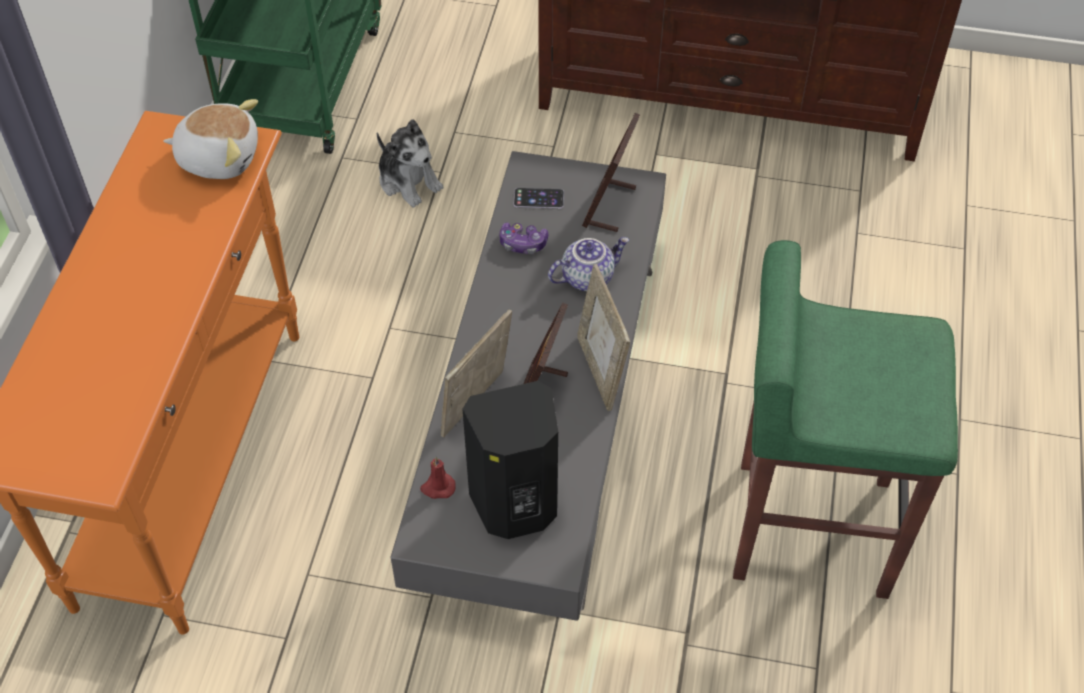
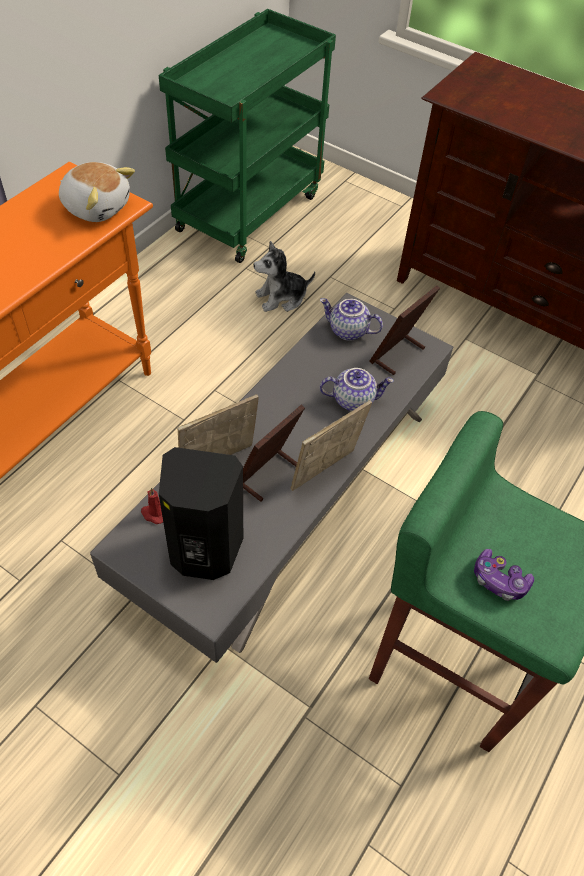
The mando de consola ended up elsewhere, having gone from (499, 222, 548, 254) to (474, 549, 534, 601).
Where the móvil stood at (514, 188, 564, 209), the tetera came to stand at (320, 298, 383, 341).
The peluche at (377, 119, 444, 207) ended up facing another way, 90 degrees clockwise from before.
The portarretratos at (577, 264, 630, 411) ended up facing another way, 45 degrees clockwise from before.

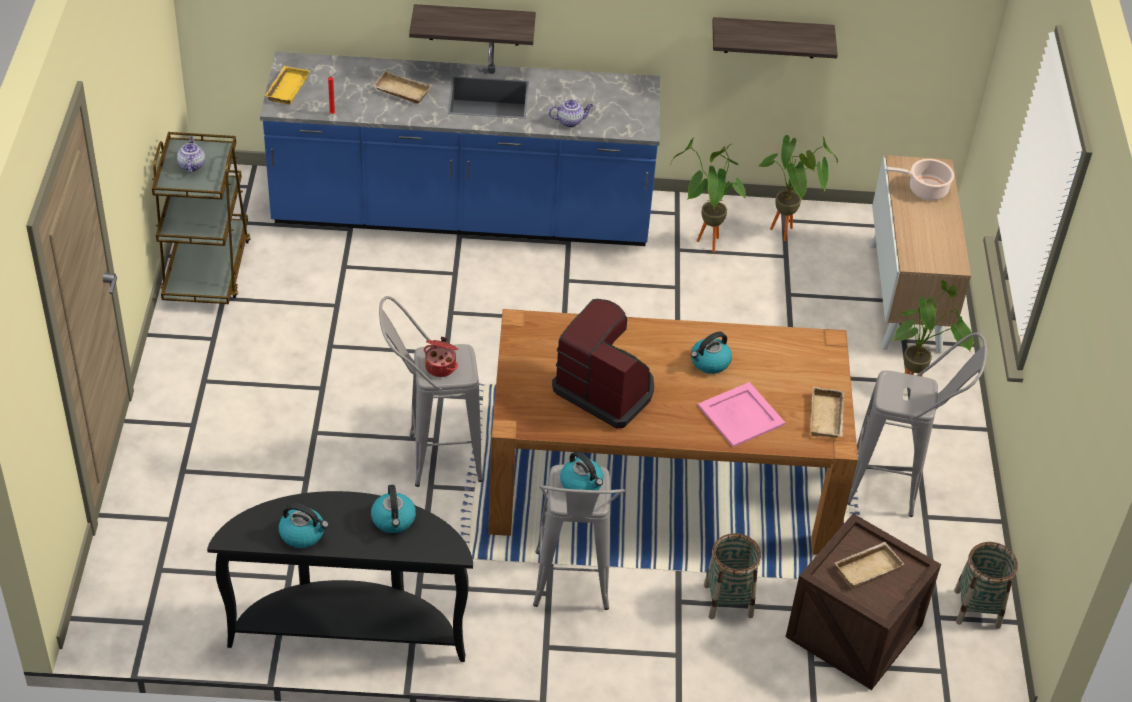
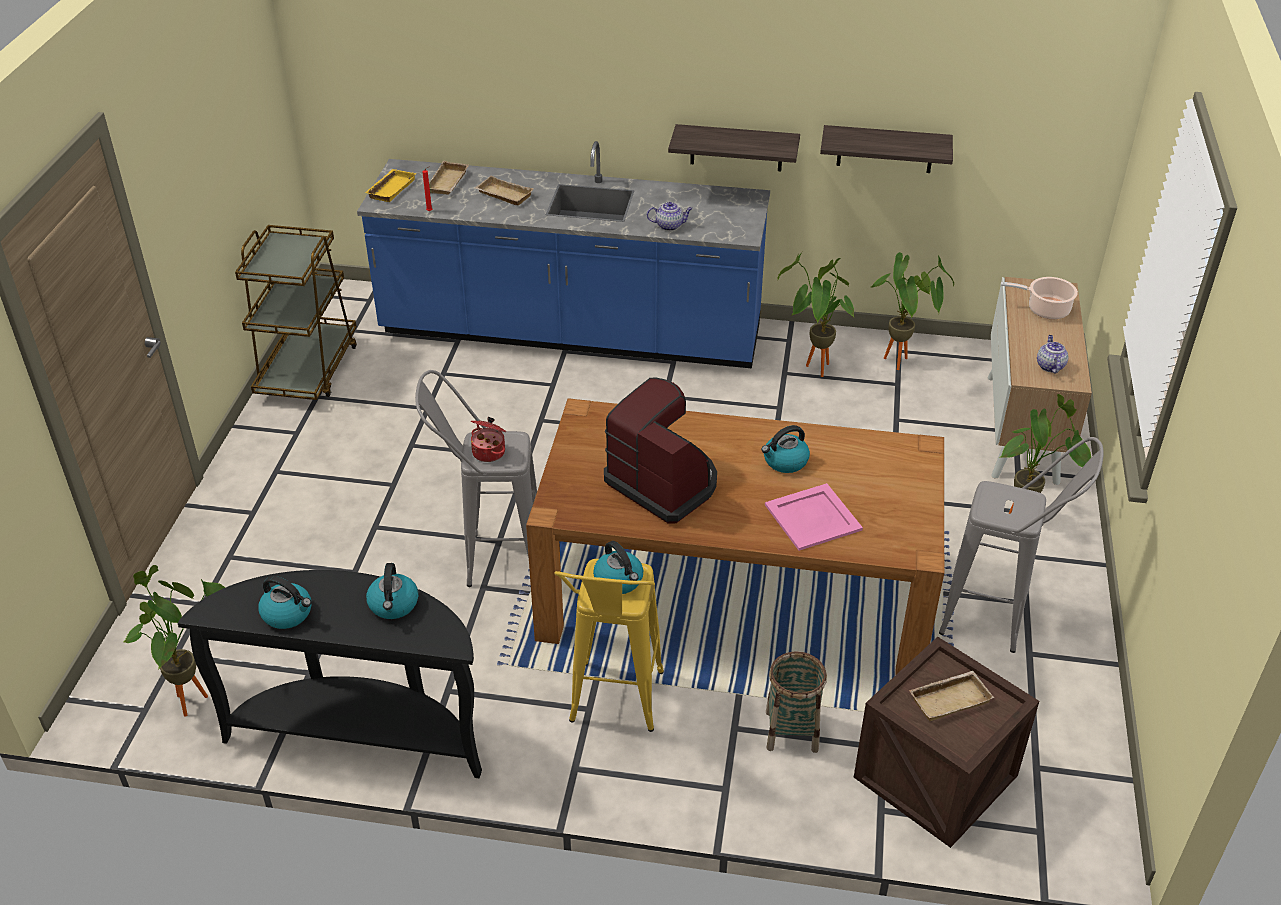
The second view lost the cesta at (954, 542, 1018, 629).
The second view gained the planta en maceta at (124, 565, 225, 717).
The tetera ended up elsewhere, having gone from (177, 136, 205, 173) to (1037, 335, 1068, 374).
The estante ended up elsewhere, having gone from (409, 4, 536, 46) to (668, 124, 800, 171).
The bandeja (beis) ended up elsewhere, having gone from (810, 386, 844, 437) to (429, 161, 469, 195).
What was the taburete (gris) at (533, 465, 625, 610) turned into the taburete (amarillo) at (554, 559, 664, 732).

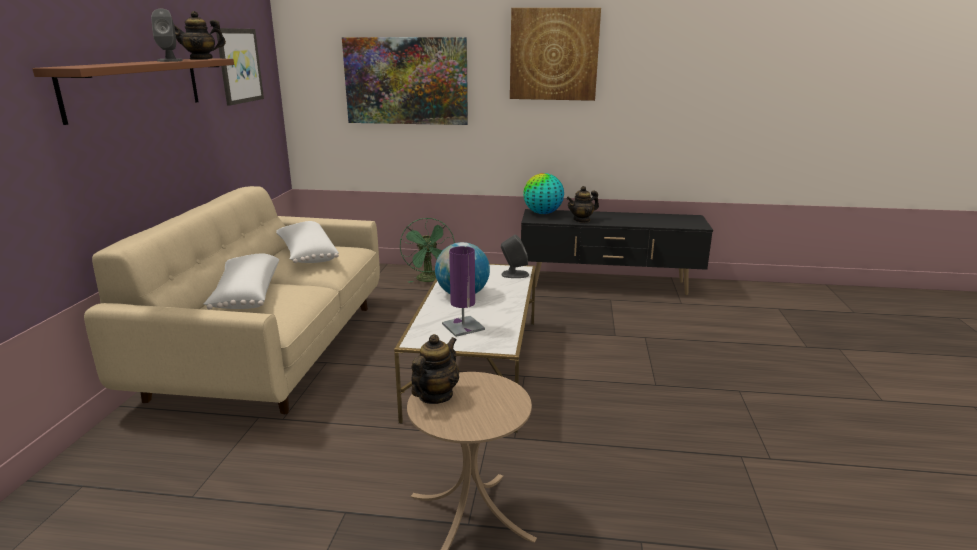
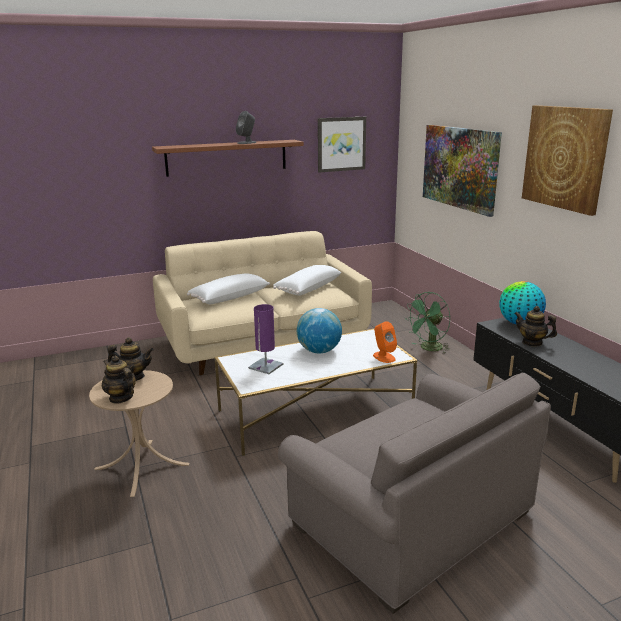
The second view gained the sillón (gris) at (278, 372, 551, 614).
The tetera ended up elsewhere, having gone from (174, 11, 226, 60) to (102, 356, 136, 404).
What was the altavoz (gris) at (501, 235, 529, 278) turned into the altavoz (naranja) at (373, 321, 397, 363).

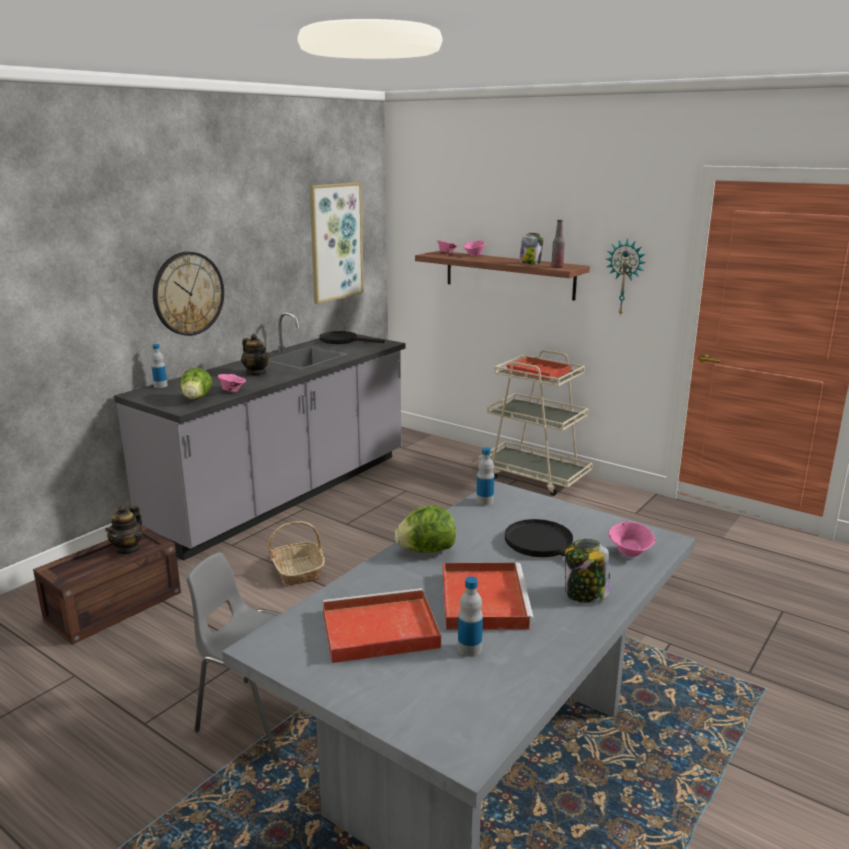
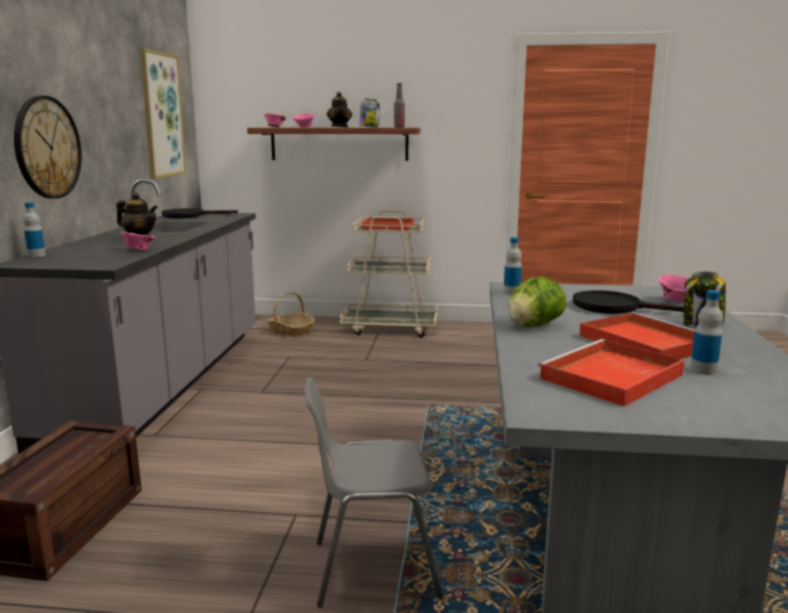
The second view lost the lechuga at (180, 368, 212, 399).
The second view lost the reloj de pared at (606, 238, 646, 317).
The tetera ended up elsewhere, having gone from (105, 505, 143, 555) to (327, 92, 352, 127).
The cesta ended up elsewhere, having gone from (268, 521, 325, 586) to (267, 292, 315, 337).

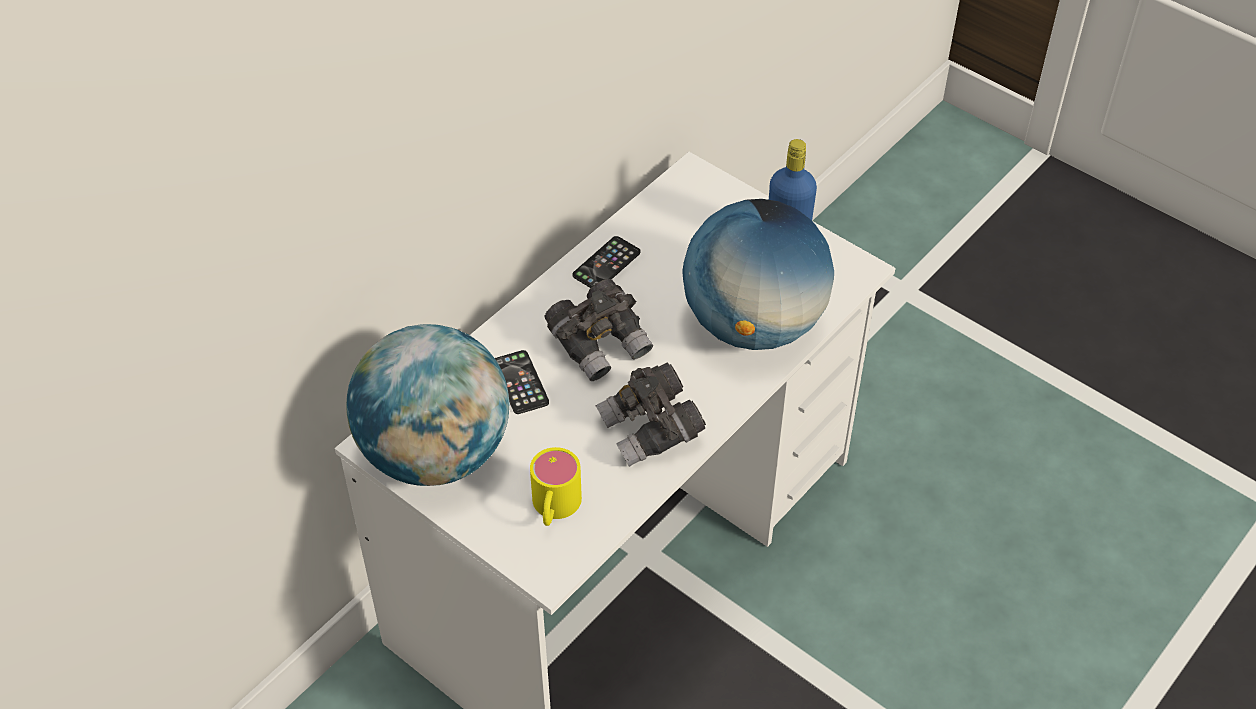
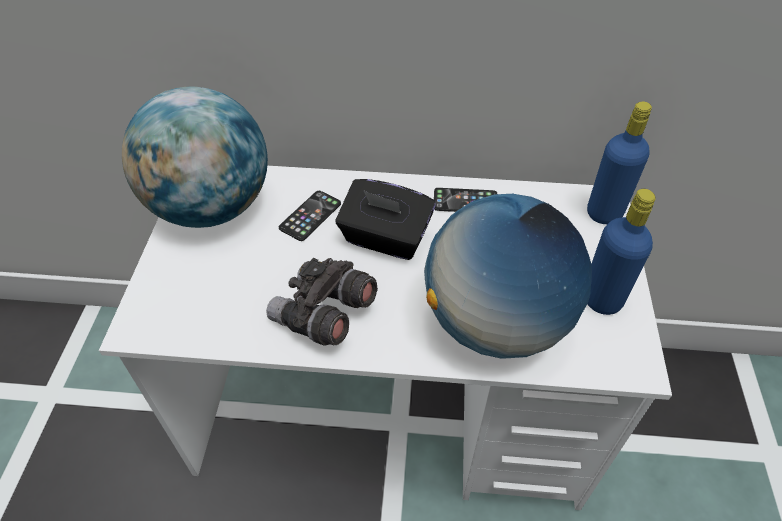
The second view lost the taza grande (amarillo) at (530, 447, 582, 526).
The second view gained the botella (azul) at (587, 102, 652, 224).
Where the prismáticos (gris) stood at (544, 279, 653, 381), the caja de pañuelos (negro) came to stand at (335, 179, 436, 260).

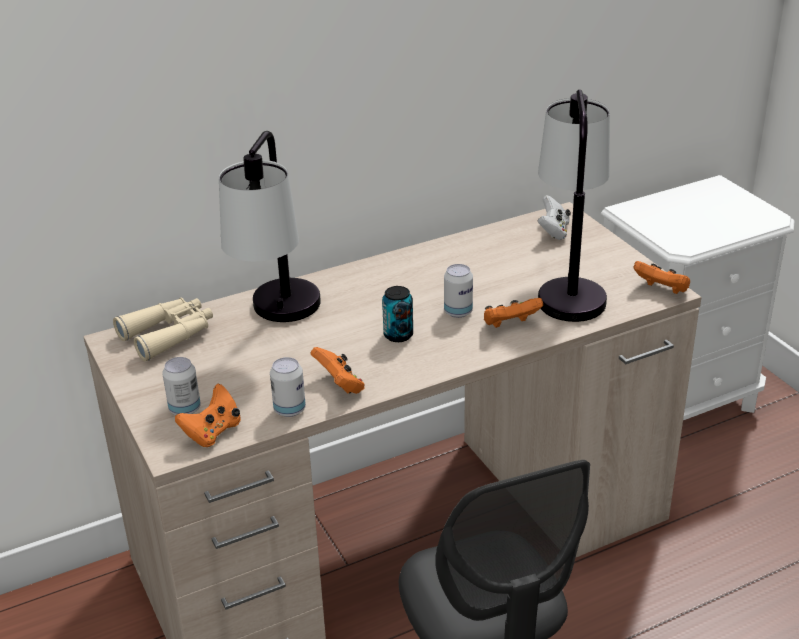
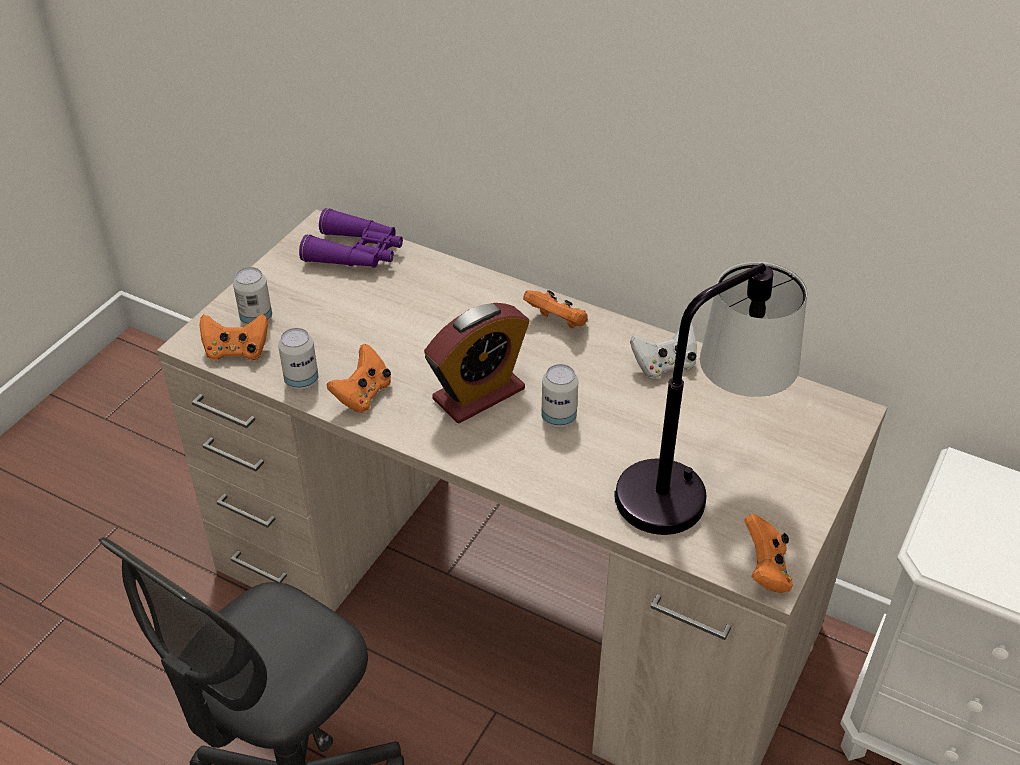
The second view lost the lámpara de mesa at (219, 131, 321, 322).
The mando de consola (naranja) ended up elsewhere, having gone from (484, 298, 543, 328) to (523, 290, 588, 329).
The mando de consola (blanco) ended up elsewhere, having gone from (538, 195, 571, 240) to (630, 324, 697, 379).
Where the lata stood at (382, 286, 413, 342), the despertador came to stand at (424, 303, 530, 423).
What was the prismáticos (beis) at (113, 297, 213, 362) turned into the prismáticos (morado) at (299, 208, 403, 268).

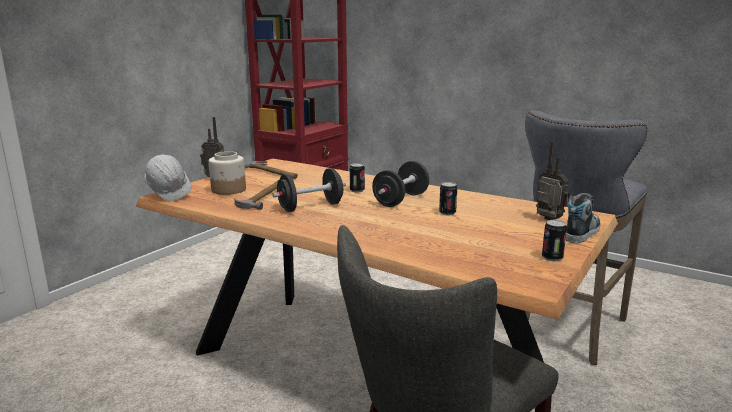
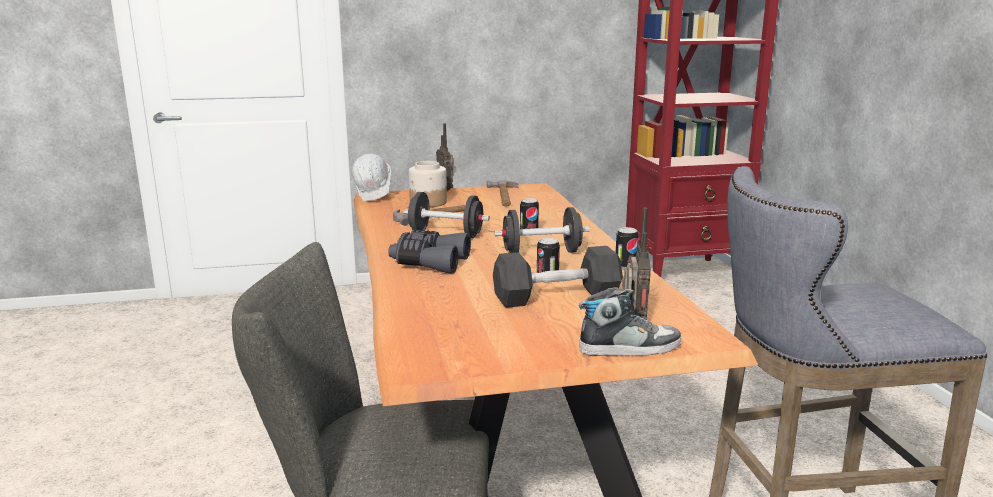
The second view gained the prismáticos (gris) at (388, 230, 471, 274).
The second view gained the mancuerna (negro) at (493, 246, 623, 308).
The lata ended up elsewhere, having gone from (542, 220, 567, 261) to (616, 227, 638, 269).

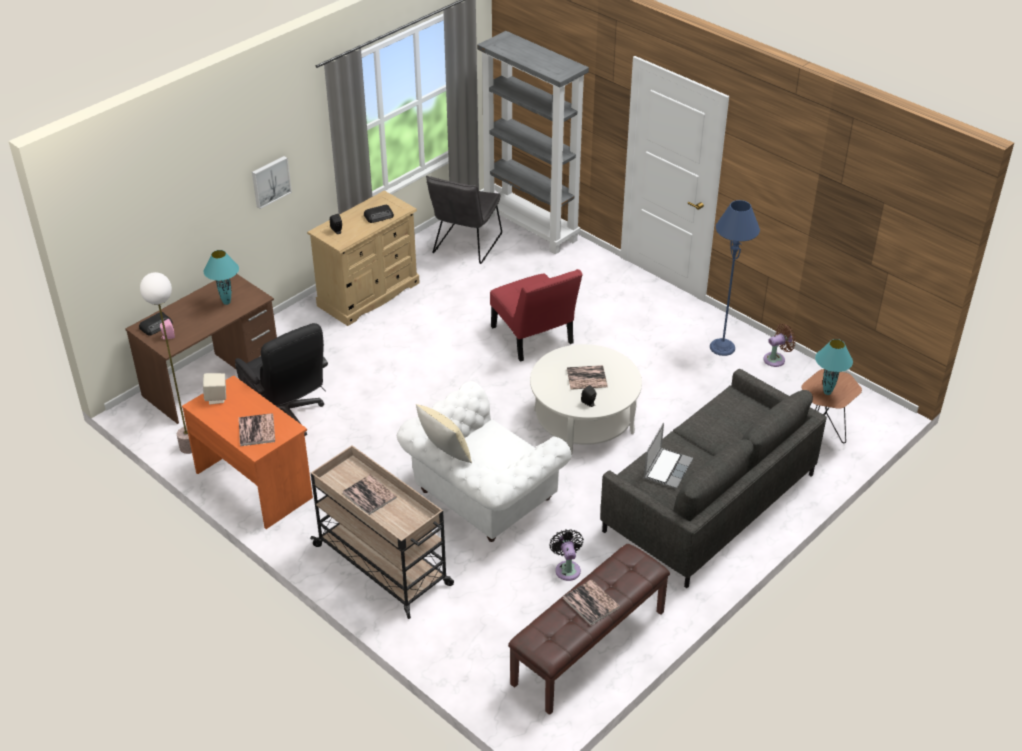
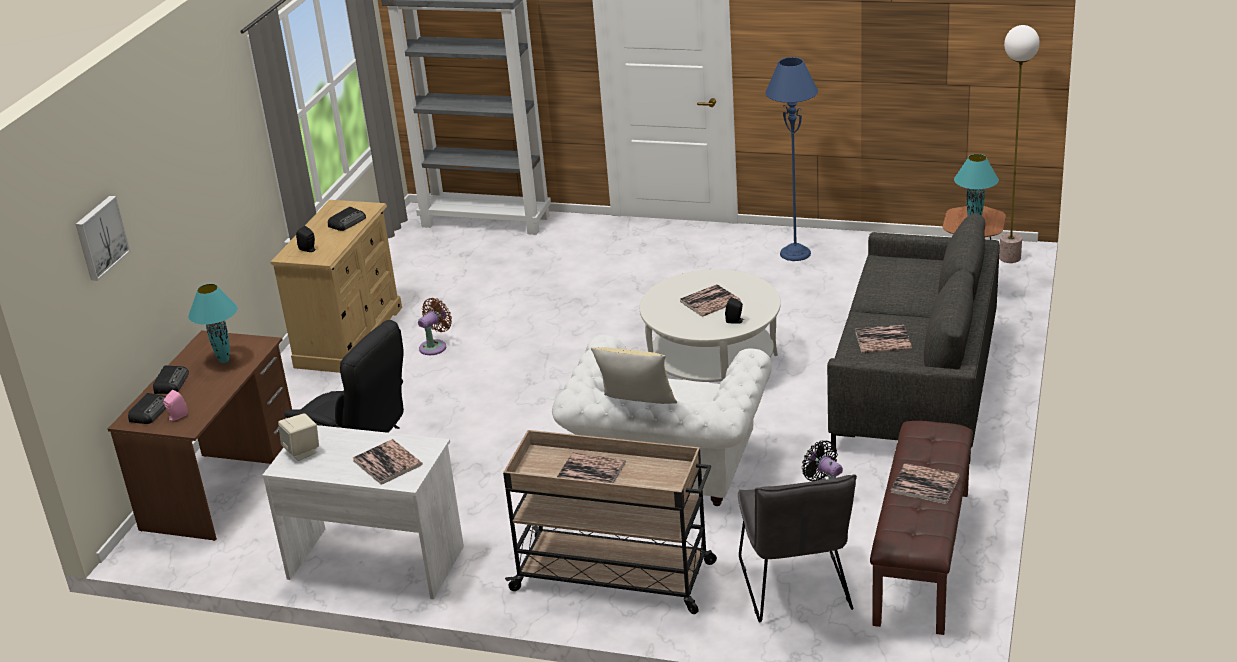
The second view lost the silla (rojo) at (490, 269, 583, 362).
The second view gained the radio at (153, 366, 189, 394).
The lámpara de pie ended up elsewhere, having gone from (140, 272, 192, 454) to (999, 25, 1040, 263).
The cuadro ended up elsewhere, having gone from (252, 156, 292, 209) to (76, 196, 130, 281).
The silla (gris) ended up elsewhere, having gone from (426, 176, 502, 264) to (738, 475, 857, 622).
The ventilador (marrón) ended up elsewhere, having gone from (763, 324, 796, 367) to (418, 298, 452, 355).
Where the portátil stood at (644, 423, 693, 489), the libro came to stand at (855, 325, 912, 353).
What was the escritorio (naranja) at (182, 375, 313, 529) turned into the escritorio (blanco) at (262, 425, 464, 599).

